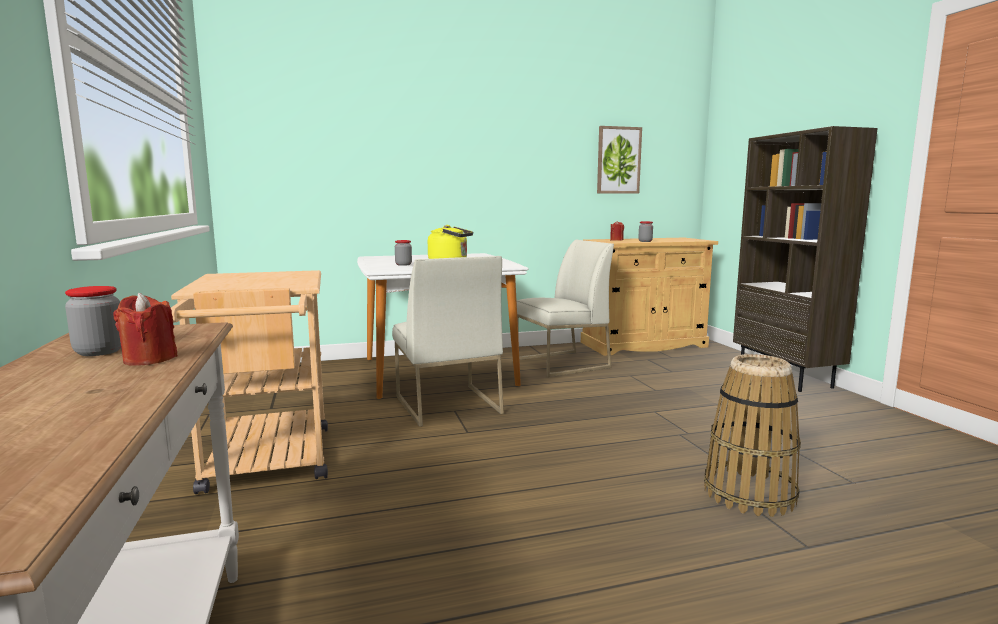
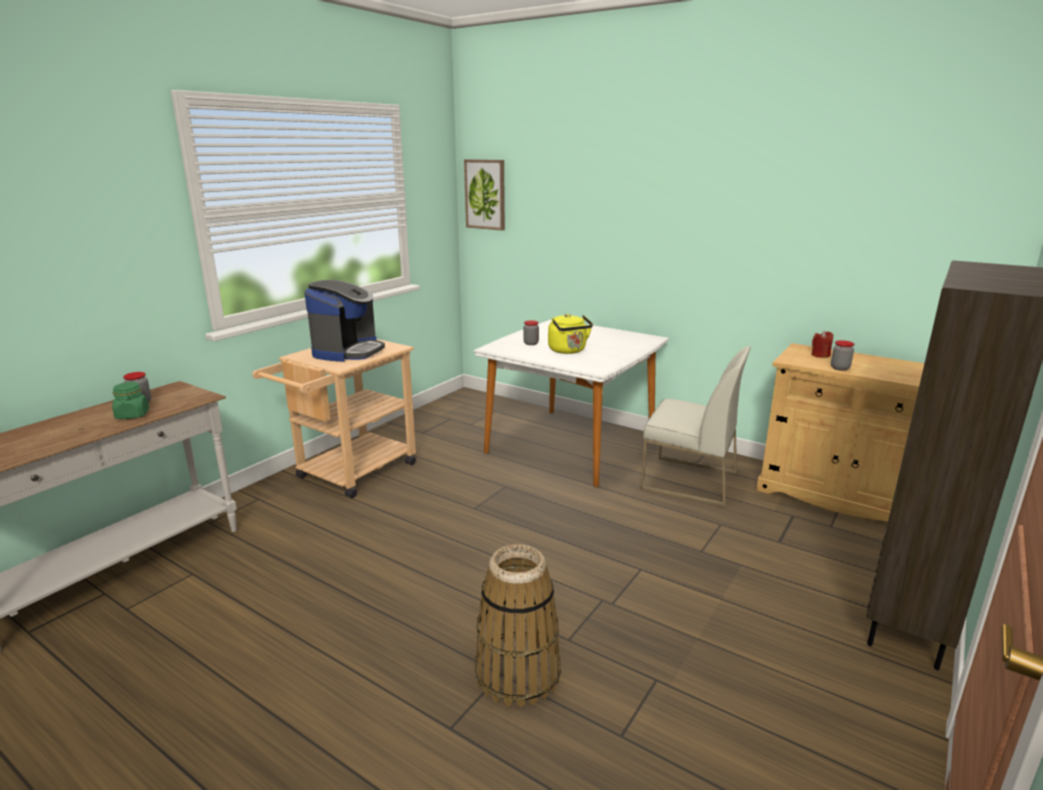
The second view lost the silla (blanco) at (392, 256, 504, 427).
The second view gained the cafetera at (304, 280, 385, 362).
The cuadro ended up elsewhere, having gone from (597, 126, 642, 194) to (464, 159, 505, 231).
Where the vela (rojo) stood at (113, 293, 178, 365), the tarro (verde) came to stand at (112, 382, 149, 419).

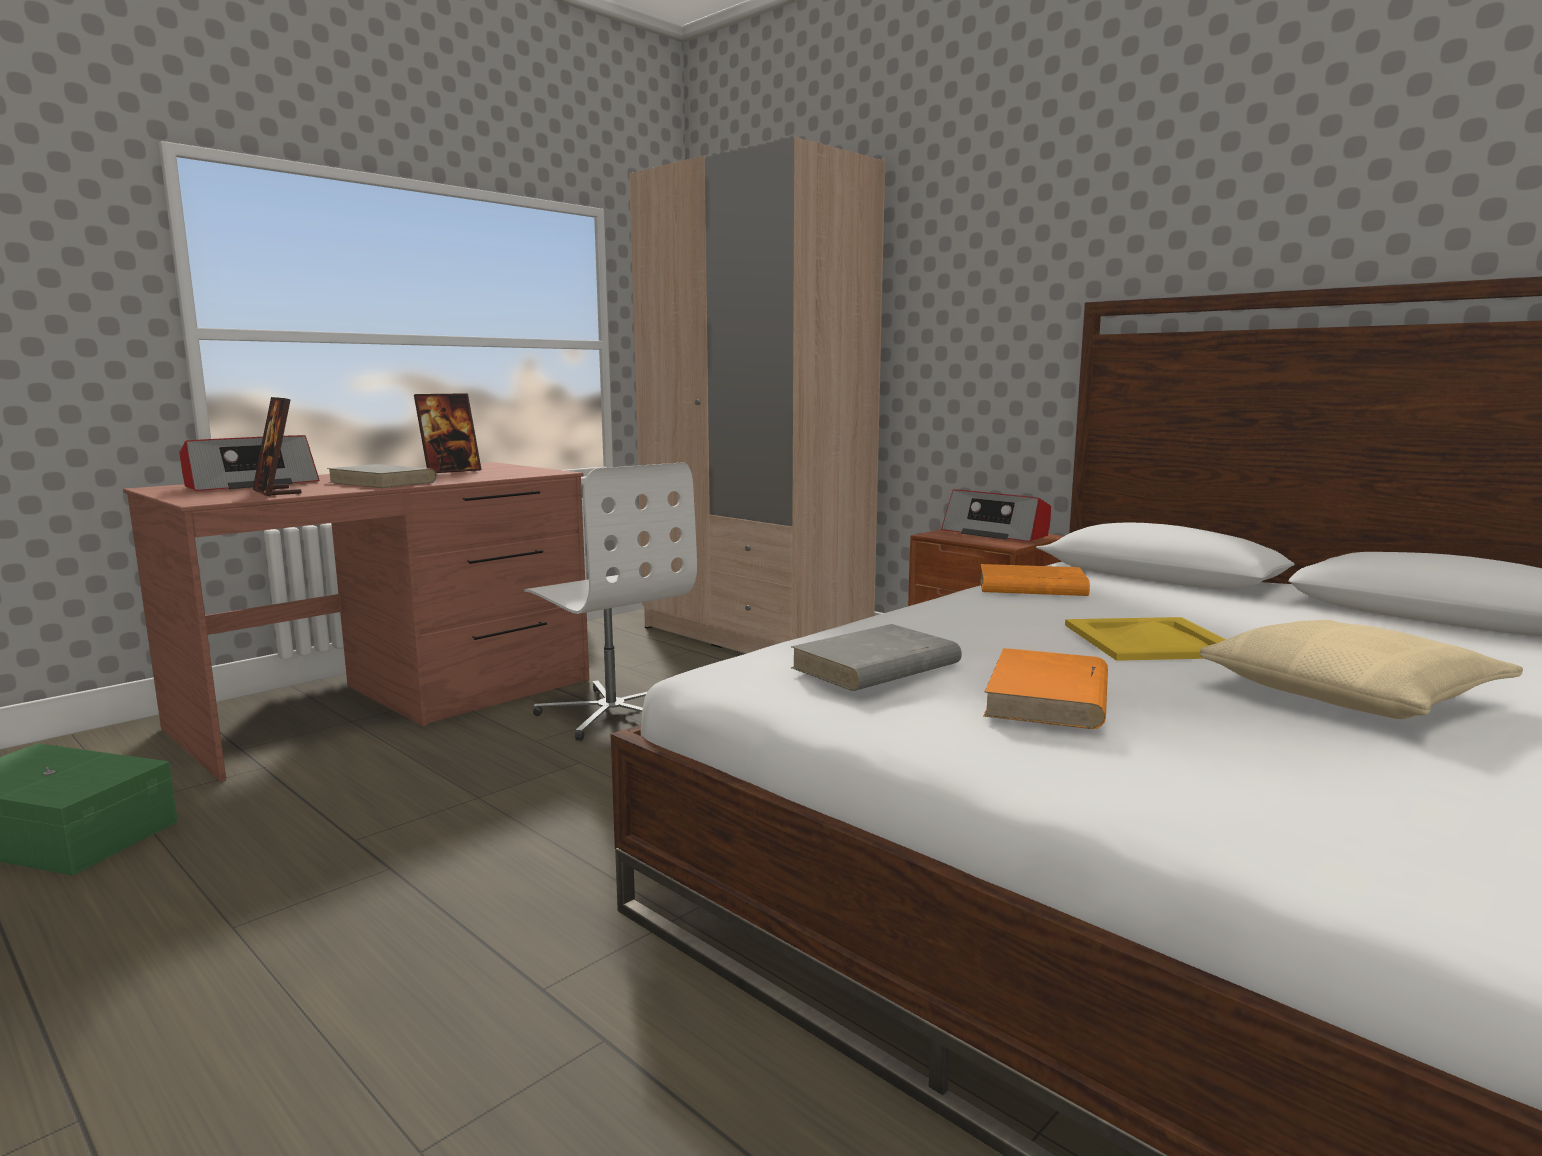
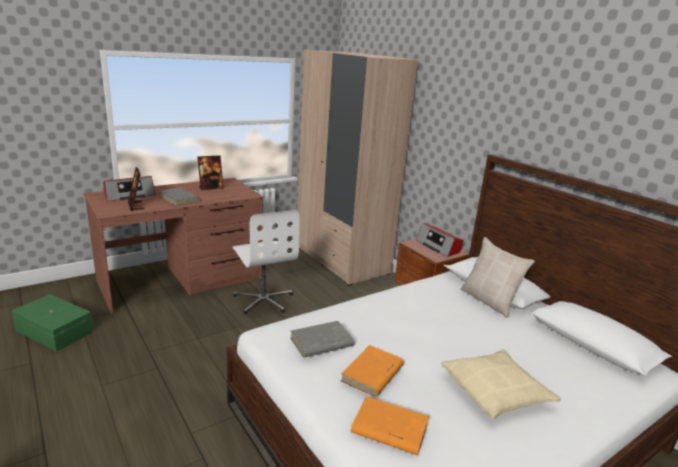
The second view lost the bandeja (amarillo) at (1065, 617, 1226, 661).
The second view gained the cojín (beis) at (460, 237, 535, 318).
The libro (naranja) ended up elsewhere, having gone from (980, 564, 1090, 596) to (351, 396, 429, 456).

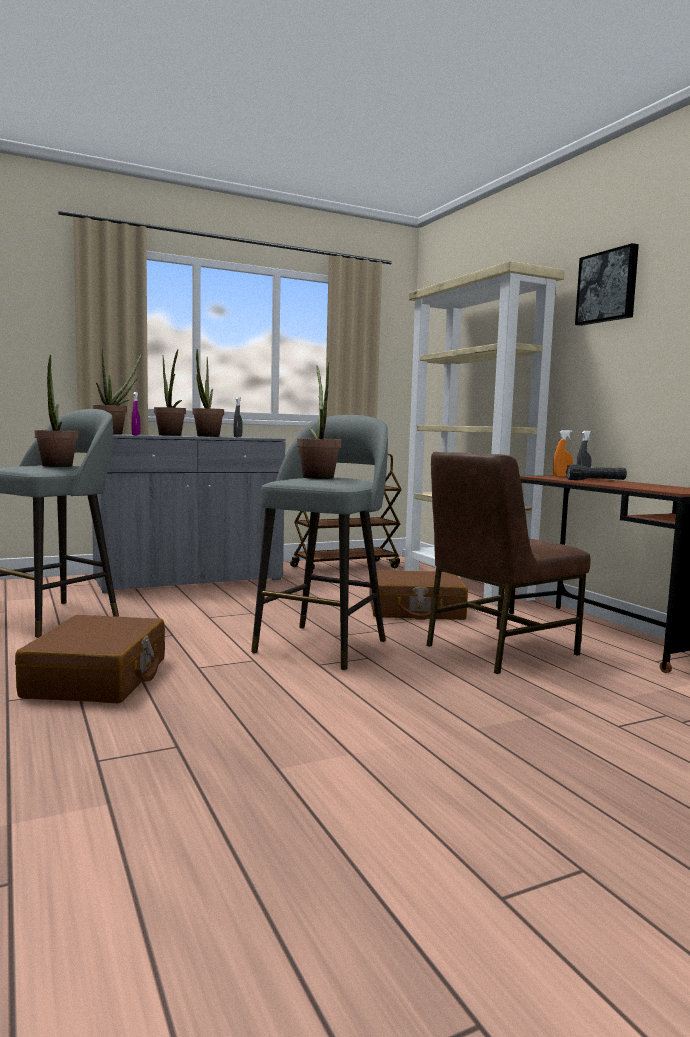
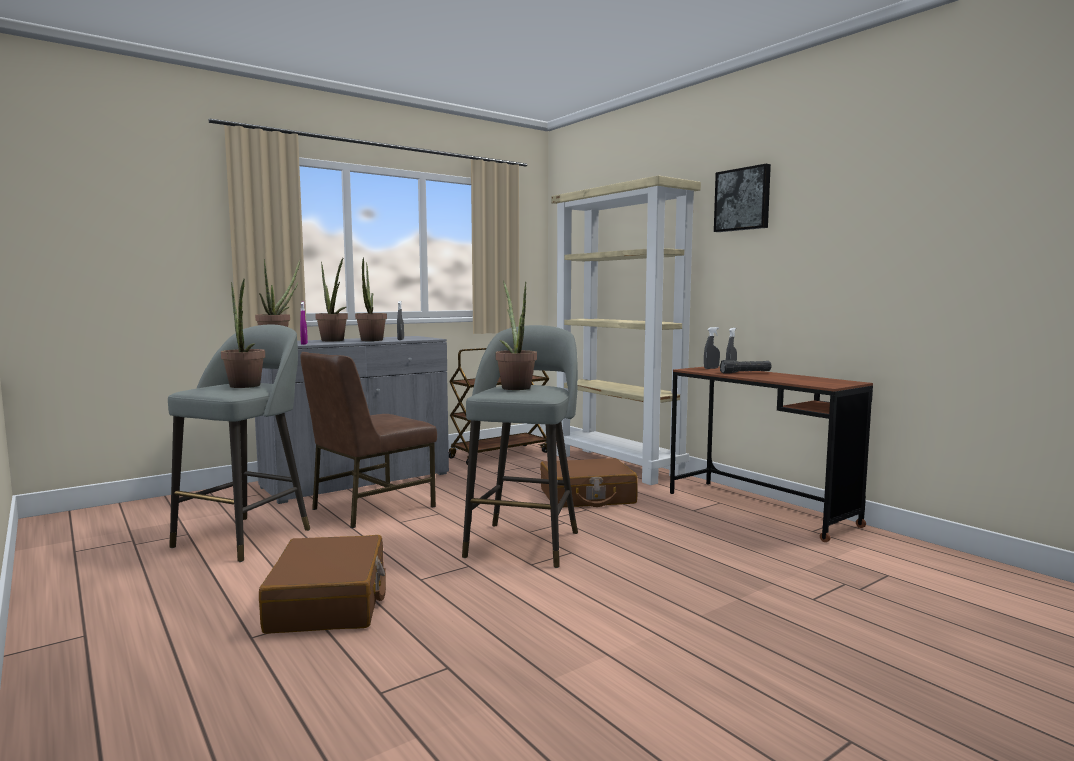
The silla (marrón) ended up elsewhere, having gone from (426, 452, 591, 674) to (300, 352, 437, 528).
What was the pulverizador (naranja) at (553, 430, 573, 477) turned into the pulverizador (gris) at (704, 327, 720, 369).

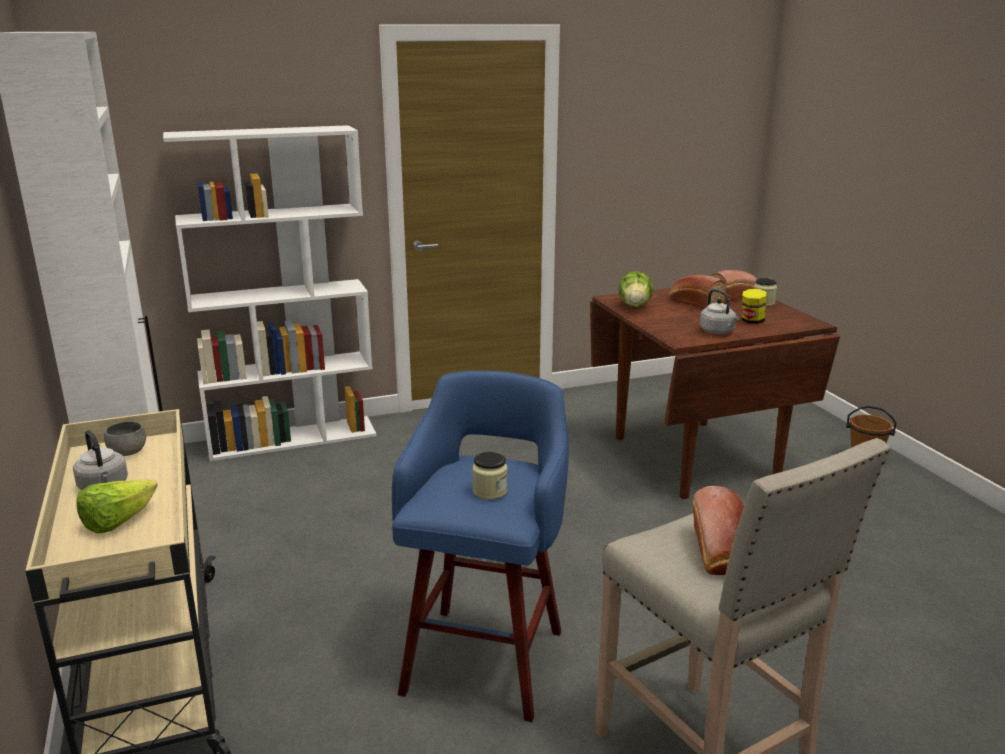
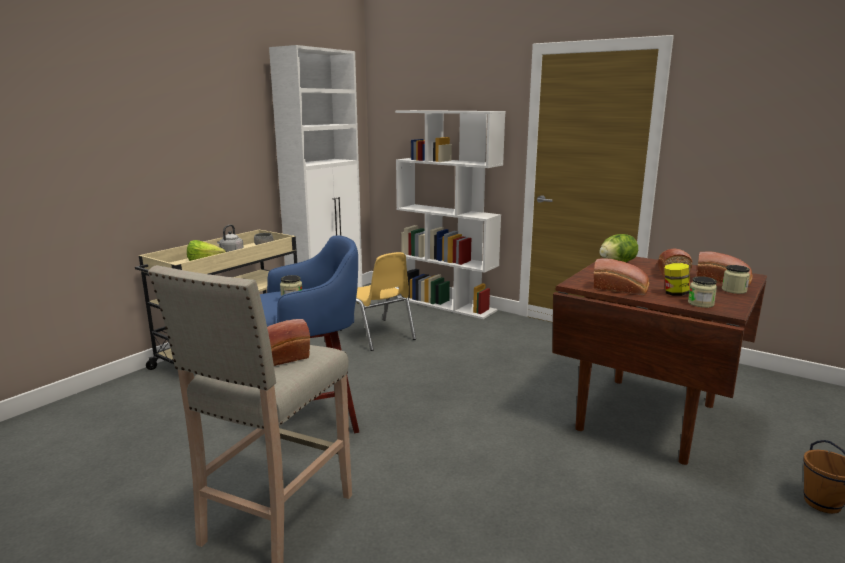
The second view gained the silla (amarillo) at (339, 252, 416, 351).
The second view gained the tarro at (688, 276, 717, 308).
Where the hervidor (gris) stood at (700, 289, 740, 334), the pan came to stand at (594, 258, 650, 295).

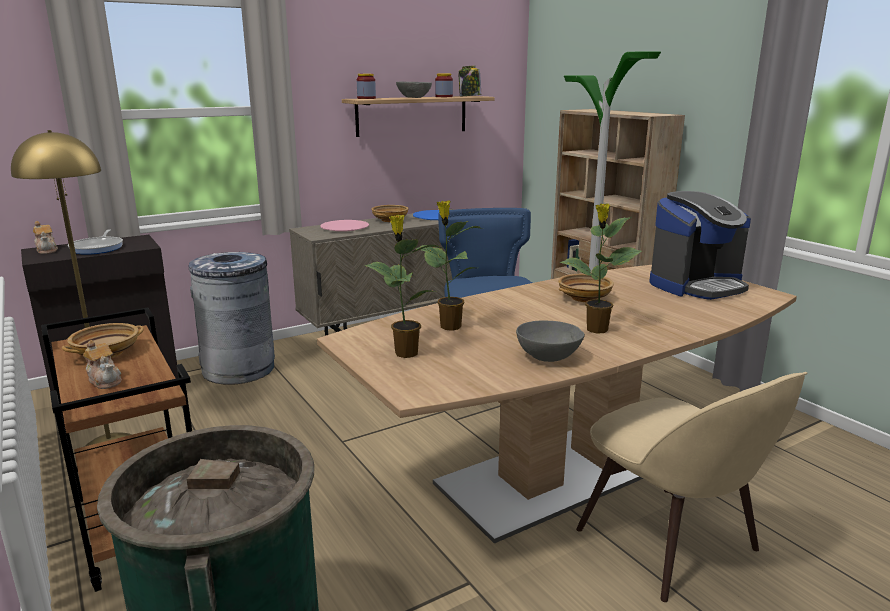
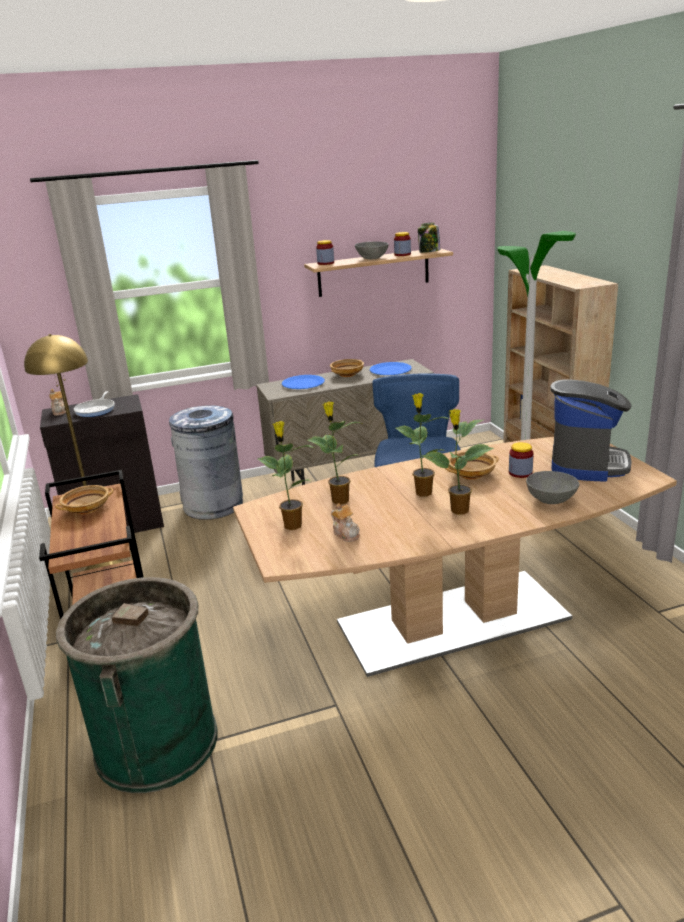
The second view lost the silla (beis) at (576, 372, 808, 602).
The second view gained the planta en maceta at (395, 393, 451, 497).
The second view gained the tarro at (509, 442, 534, 478).
The tetera ended up elsewhere, having gone from (83, 340, 122, 389) to (331, 503, 360, 542).
The cuenco (gris) ended up elsewhere, having gone from (516, 320, 585, 362) to (526, 471, 579, 504).
What was the plato (rosa) at (320, 220, 369, 232) turned into the plato (azul) at (282, 375, 325, 389).
The cafetera at (649, 191, 751, 300) ended up facing another way, 60 degrees counterclockwise from before.

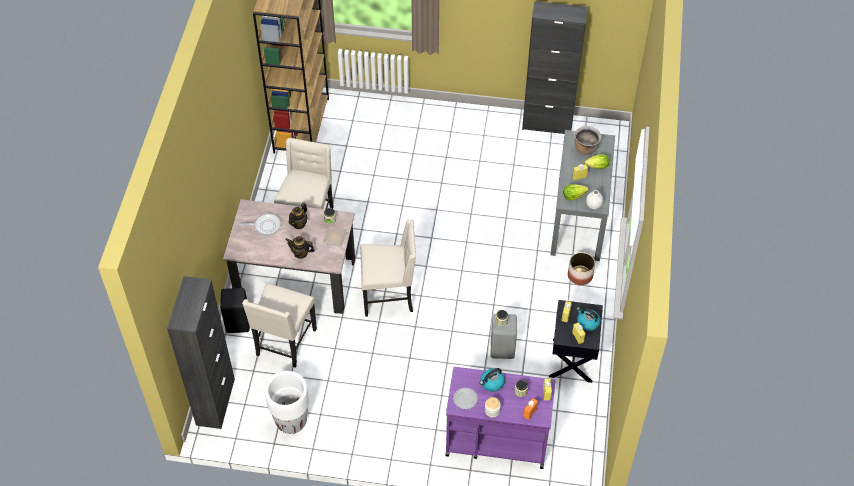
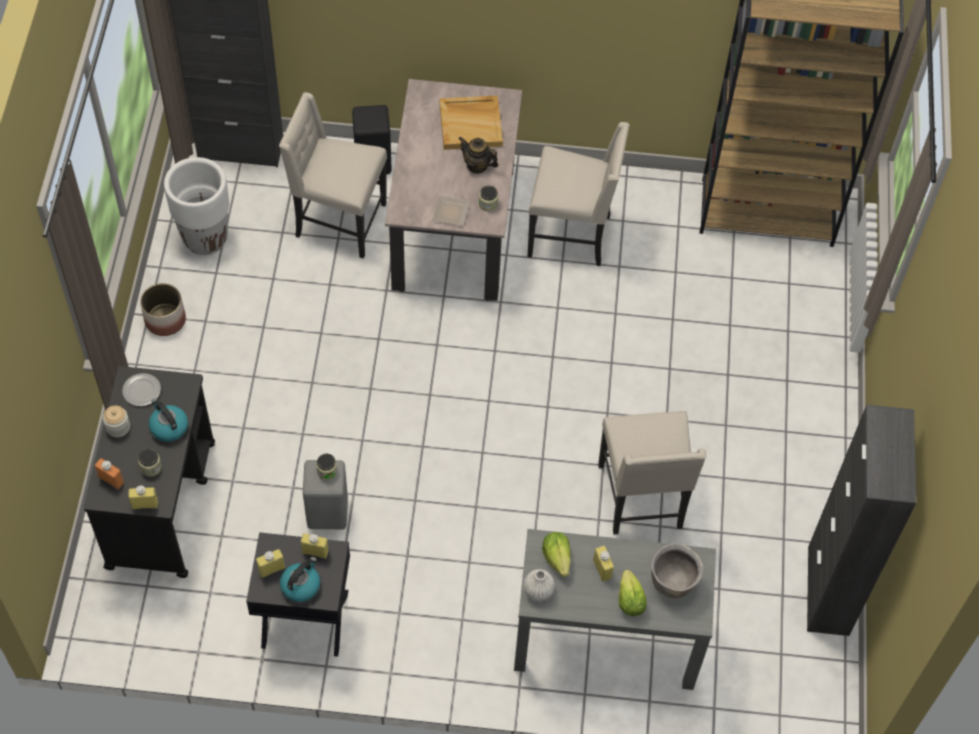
The second view lost the tetera at (285, 236, 315, 259).
The silla (beis) ended up elsewhere, having gone from (360, 219, 416, 317) to (598, 411, 707, 535).
The maceta ended up elsewhere, having gone from (568, 252, 595, 285) to (140, 283, 186, 336).
Where the sartén stood at (239, 213, 281, 236), the bandeja (beis) came to stand at (440, 95, 503, 150).
What was the carrito (morado) at (445, 367, 555, 469) turned into the carrito (negro) at (83, 366, 215, 578).

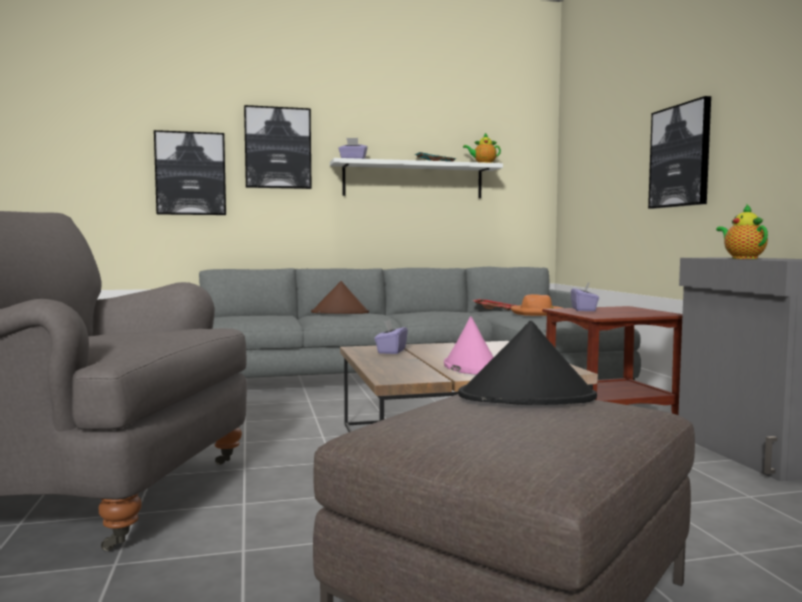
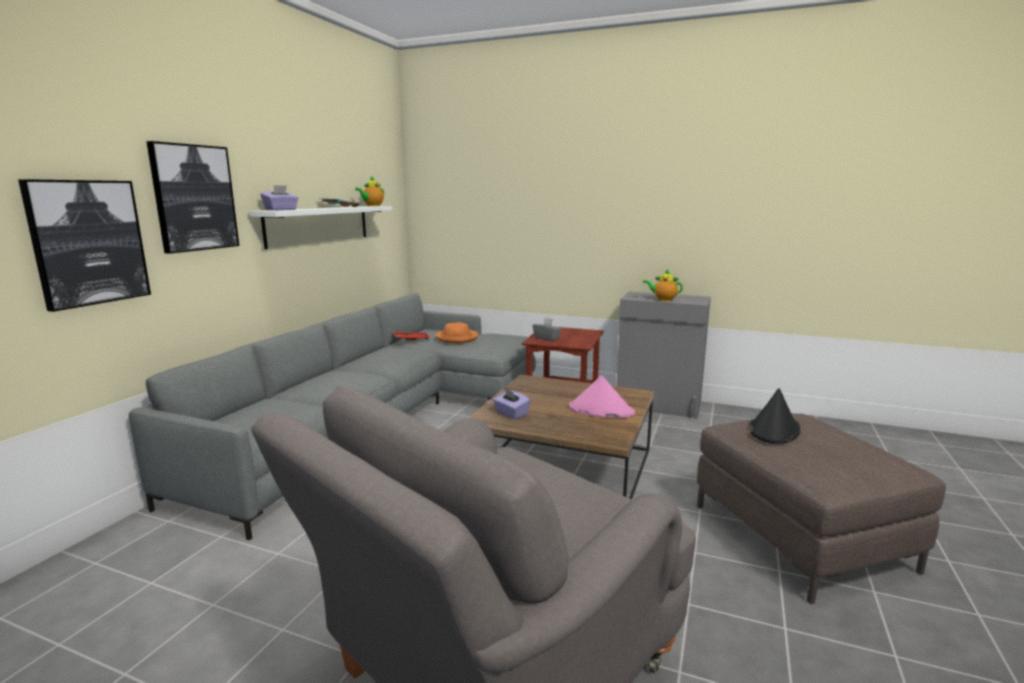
The second view lost the sombrero (marrón) at (311, 281, 369, 314).
The second view lost the cuadro at (648, 96, 711, 209).
What was the caja de pañuelos (morado) at (571, 283, 599, 311) turned into the caja de pañuelos (gris) at (532, 318, 562, 341).

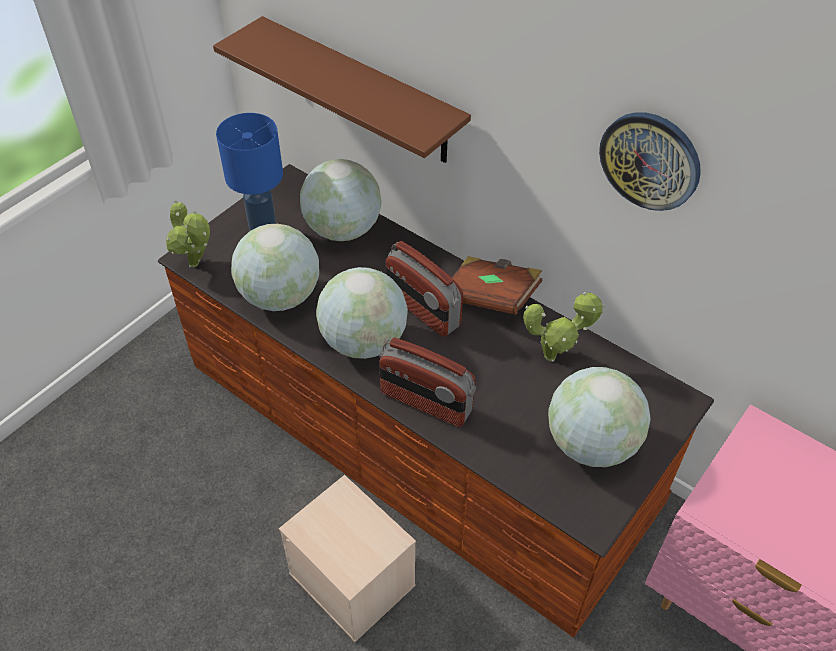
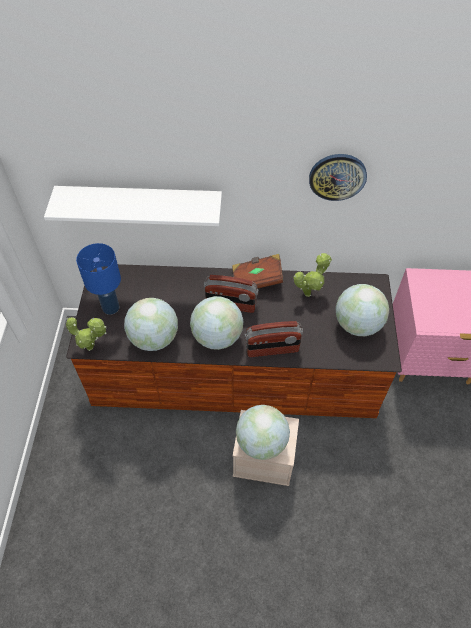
The globo terráqueo ended up elsewhere, having gone from (300, 159, 382, 241) to (236, 405, 290, 460).
What was the estante (marrón) at (213, 16, 471, 163) turned into the estante (blanco) at (44, 186, 222, 226).

